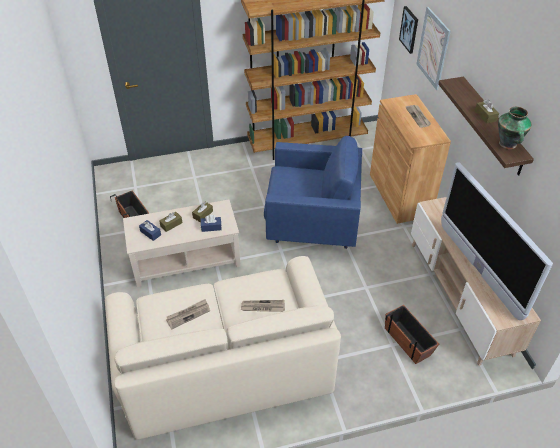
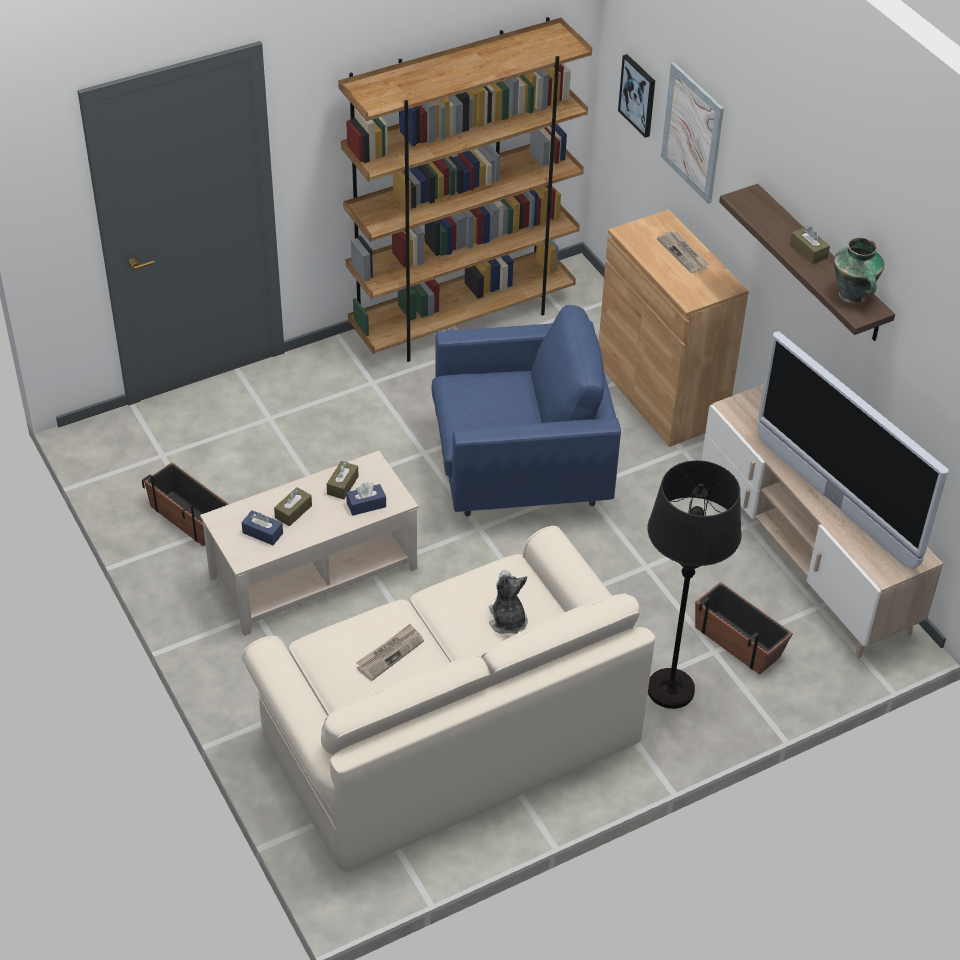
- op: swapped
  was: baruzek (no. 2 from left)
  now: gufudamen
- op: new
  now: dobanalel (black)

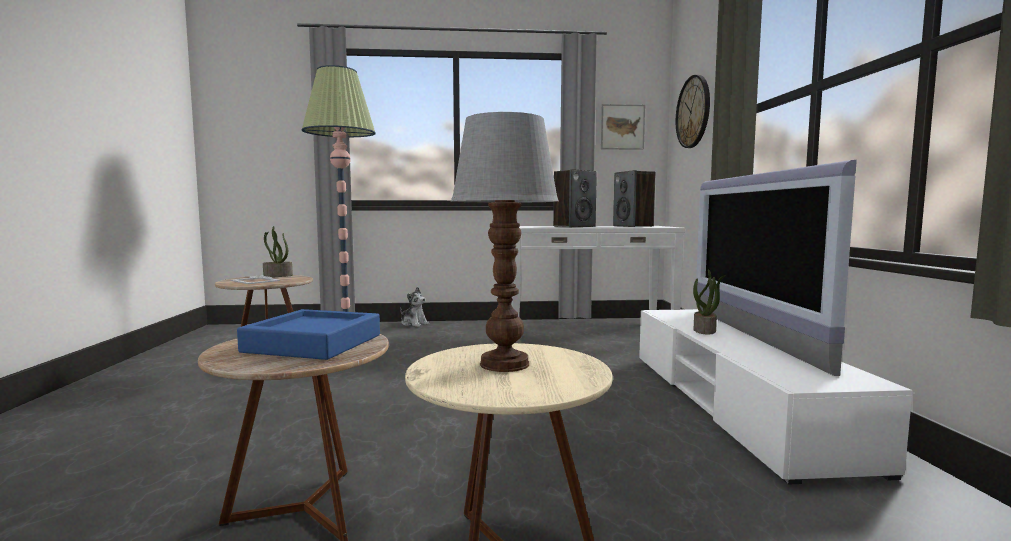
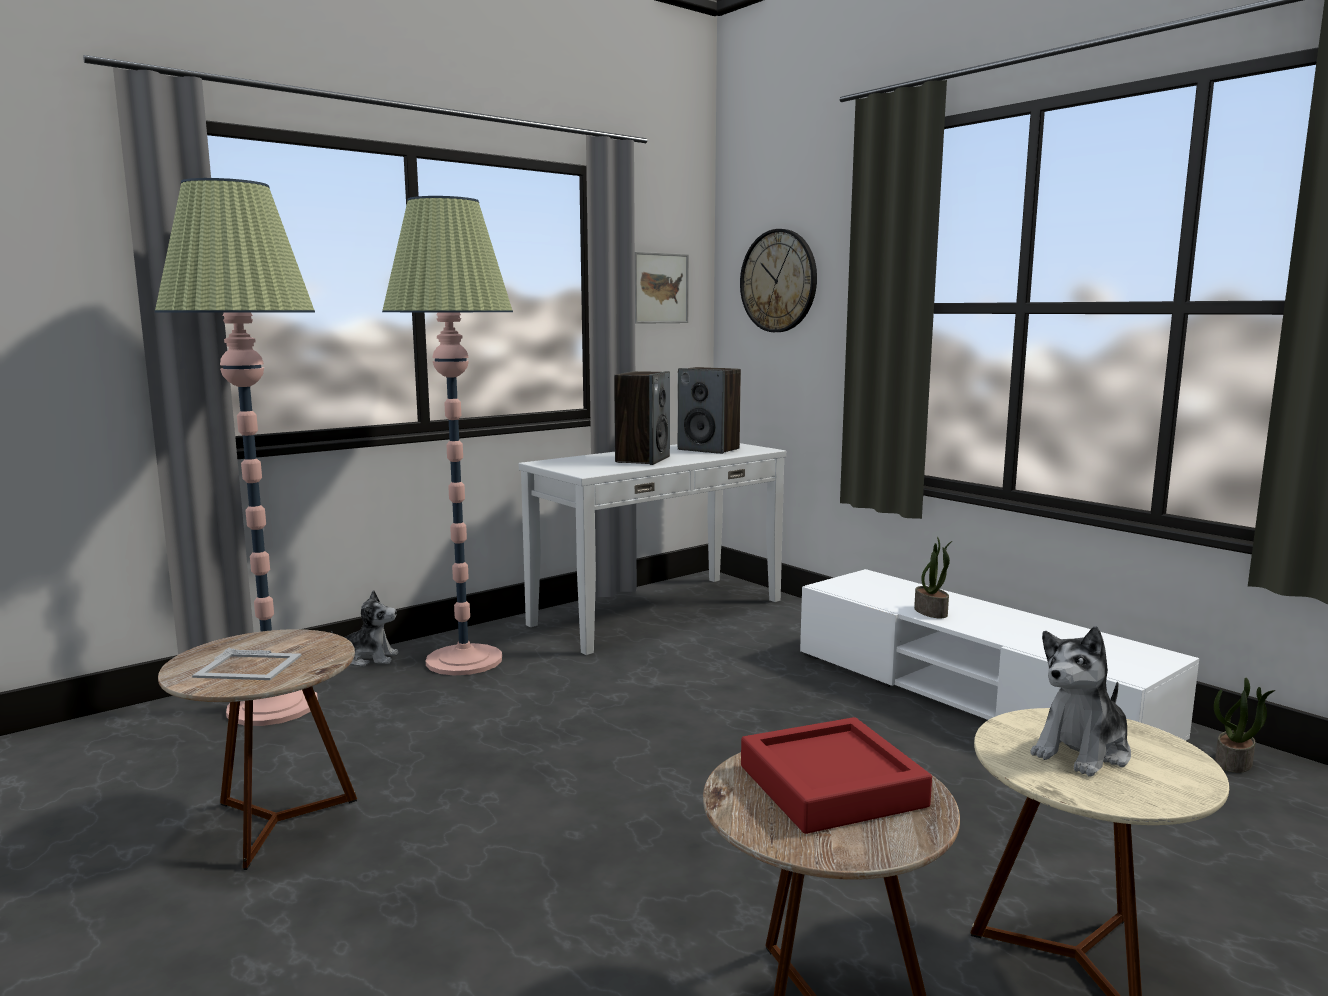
- op: repainted
  was: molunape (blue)
  now: molunape (red)
- op: shifted
  was: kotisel (no. 1 from left in the first image)
  now: kotisel (no. 2 from left)
- op: swapped
  was: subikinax
  now: gufudamen (no. 2 from left)
- op: gone
  was: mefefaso
- op: new
  now: dobanalel (no. 2 from left)

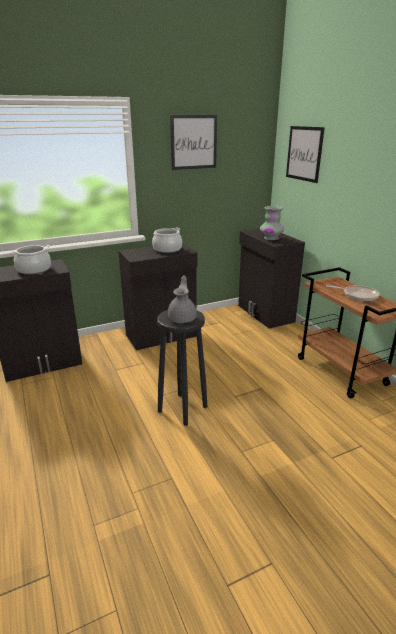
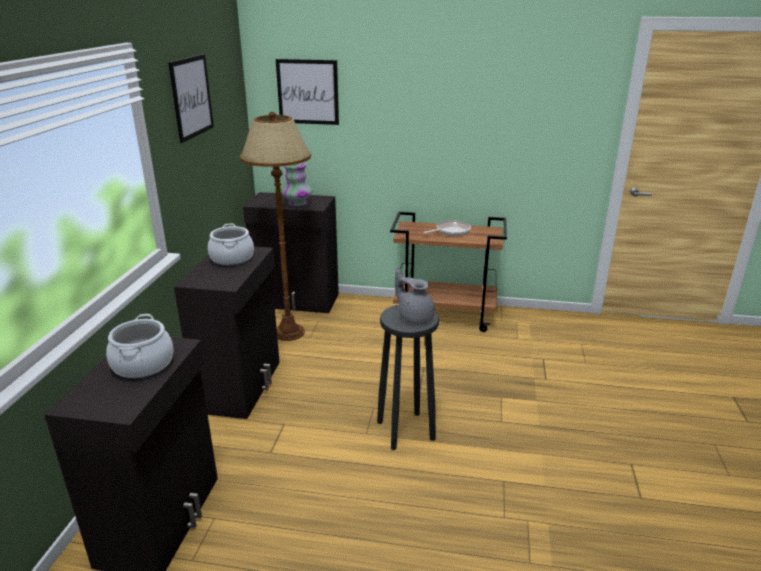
- op: new
  now: dobanalel (brown)

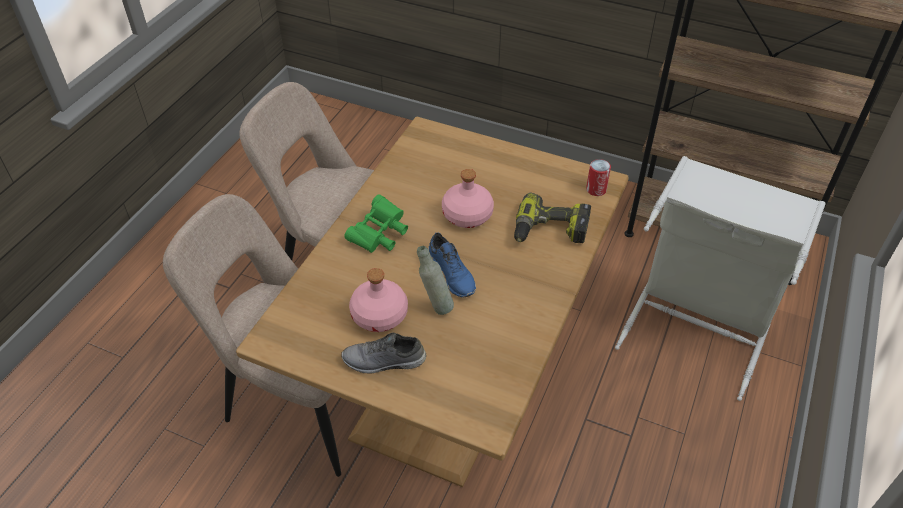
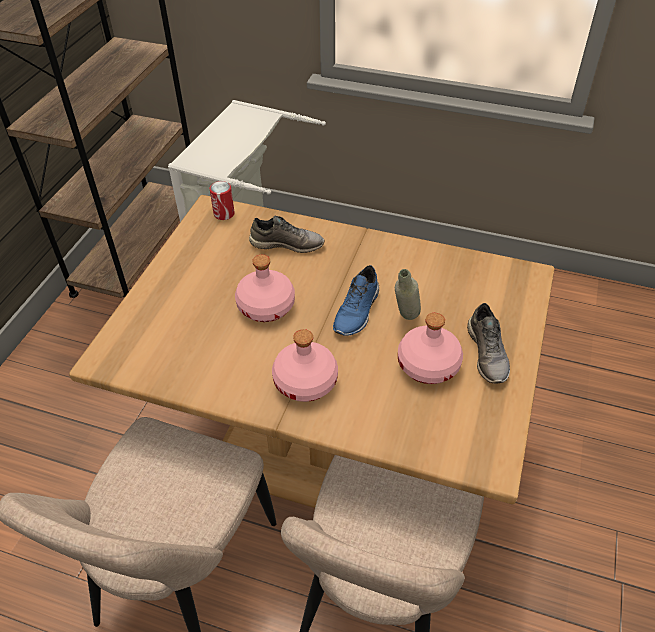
- op: swapped
  was: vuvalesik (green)
  now: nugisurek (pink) (no. 2 from left)
- op: rotated
  was: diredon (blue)
  clockwise: 150
- op: swapped
  was: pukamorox
  now: diredon (grey) (no. 1 from left)

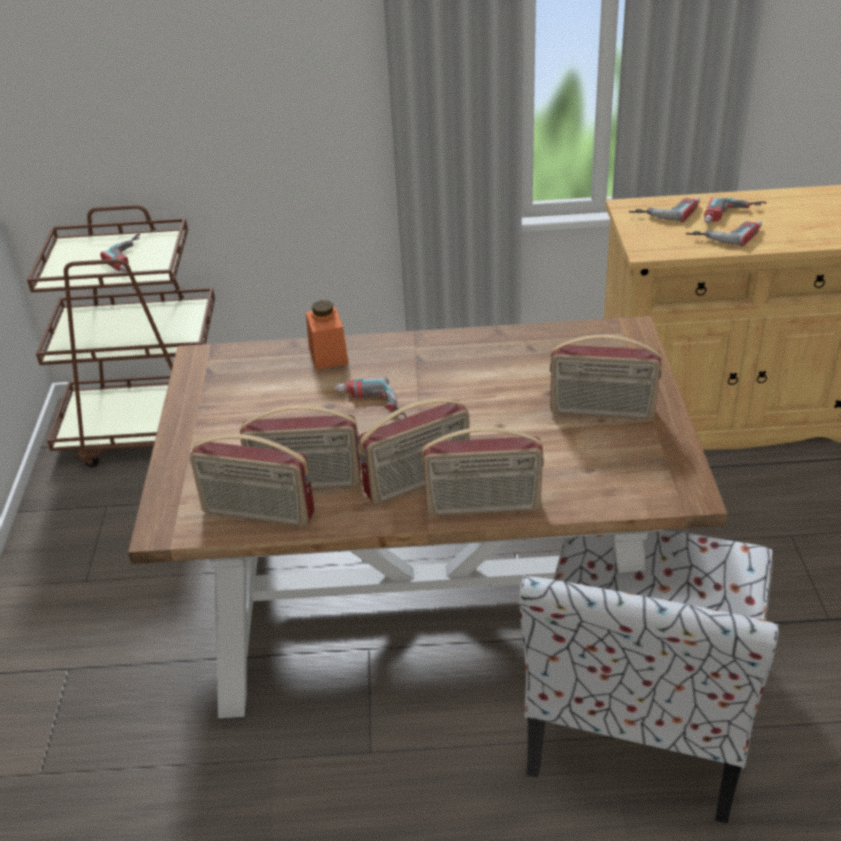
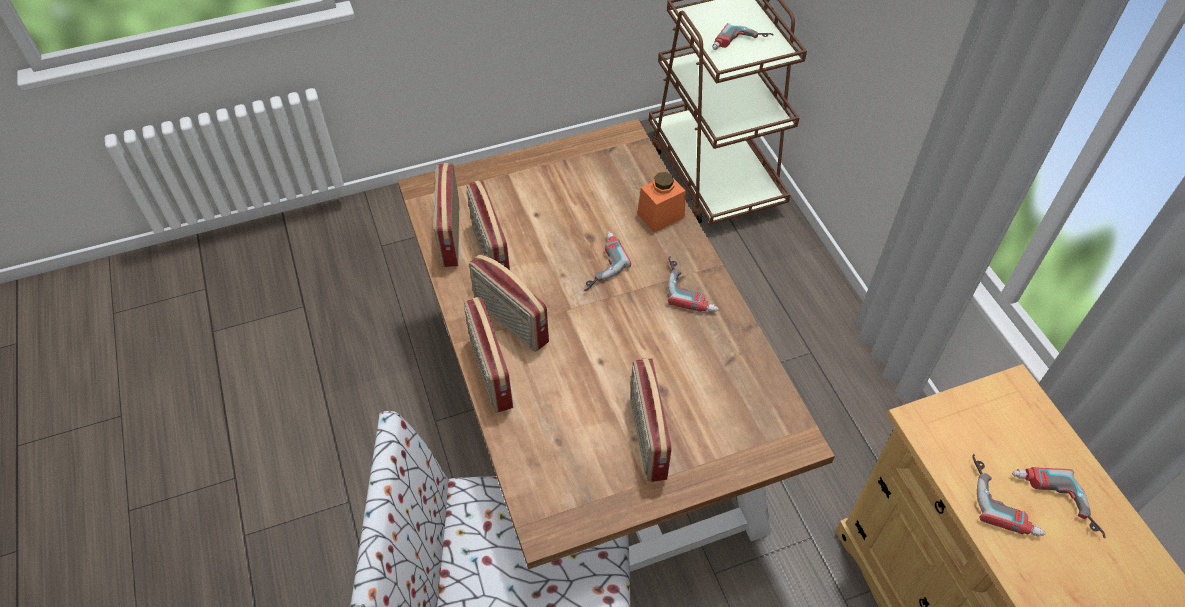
- op: shifted
  was: pukamorox (no. 3 from left in the first image)
  now: pukamorox (no. 2 from left)

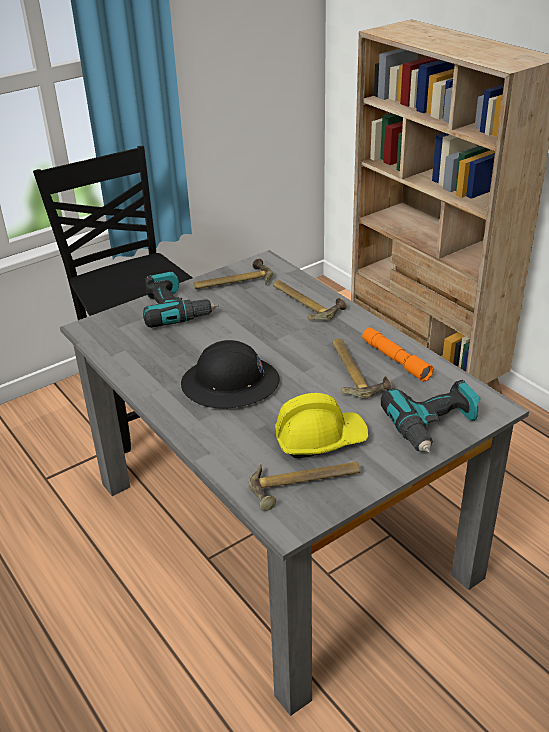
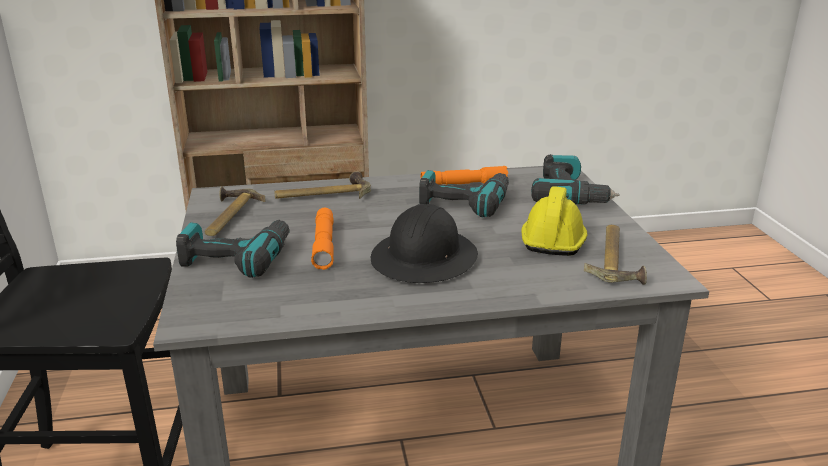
- op: swapped
  was: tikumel (no. 4 from left)
  now: pukamorox (no. 2 from left)
- op: new
  now: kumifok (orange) (no. 1 from left)

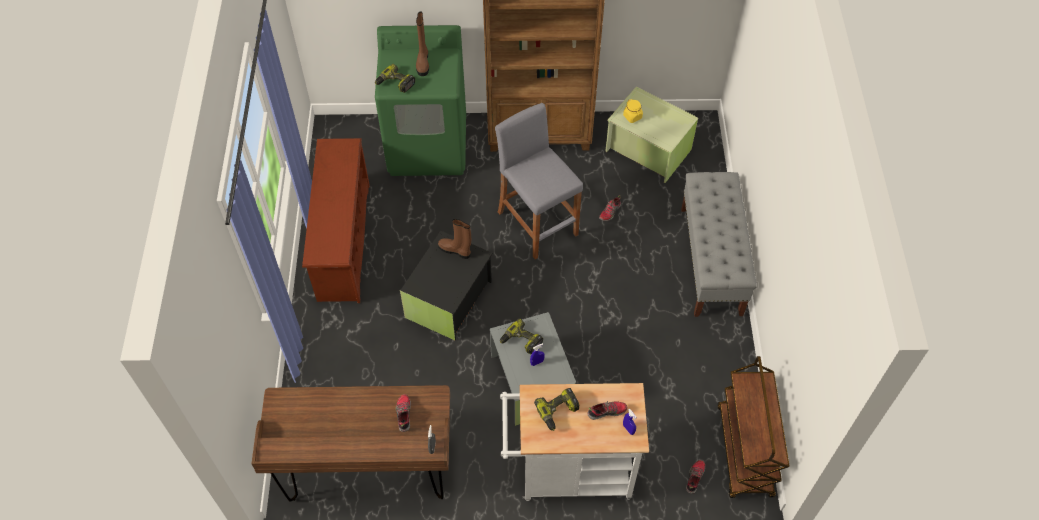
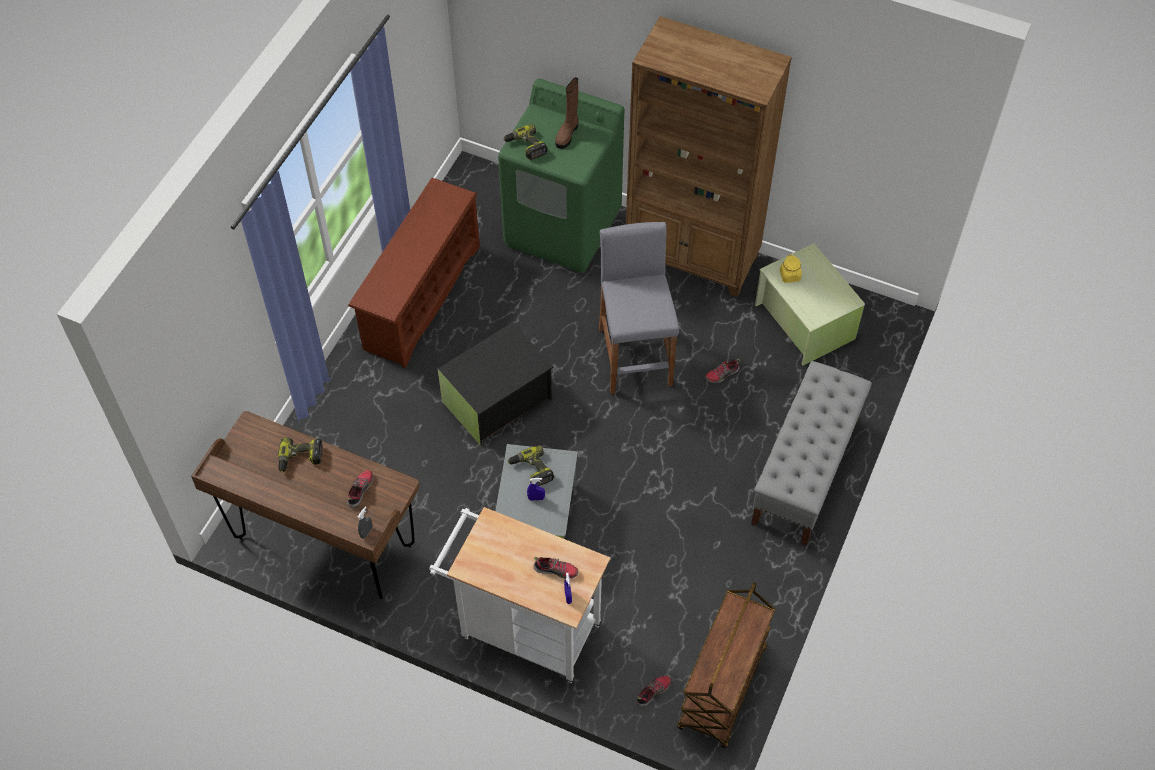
- op: gone
  was: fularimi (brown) (no. 2 from left)
- op: shifted
  was: pukamorox (no. 3 from left in the first image)
  now: pukamorox (no. 1 from left)

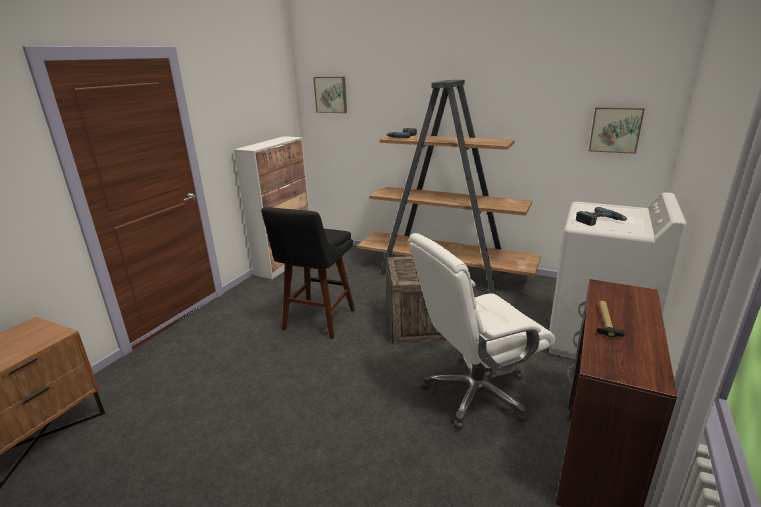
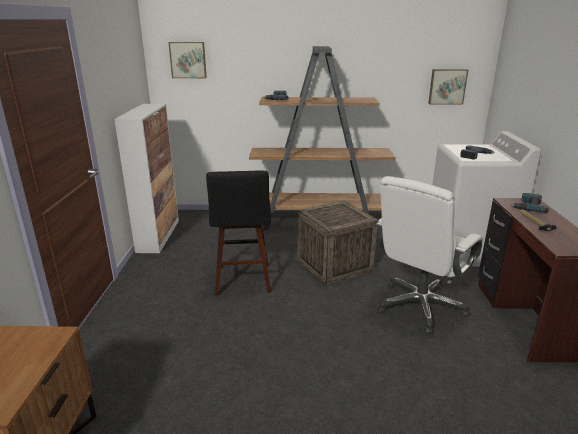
- op: new
  now: pukamorox (no. 3 from left)

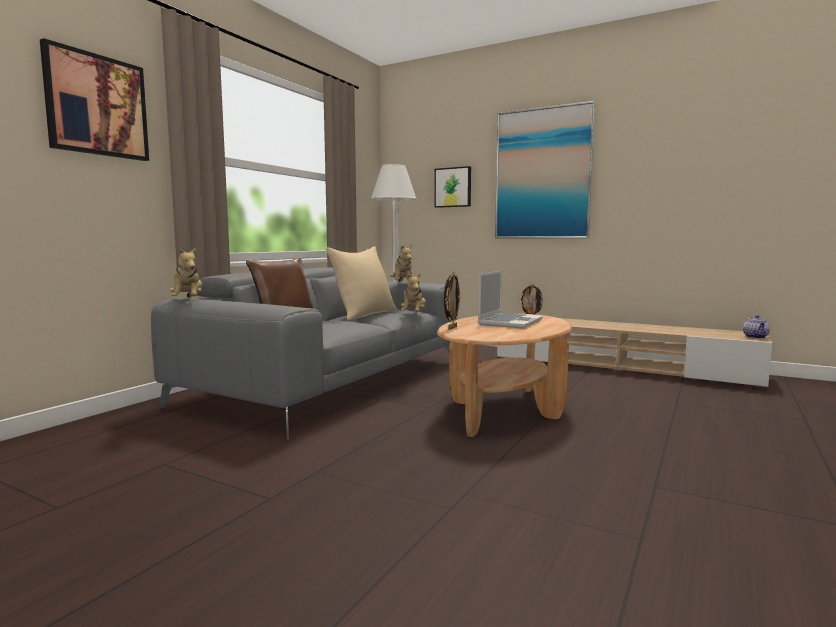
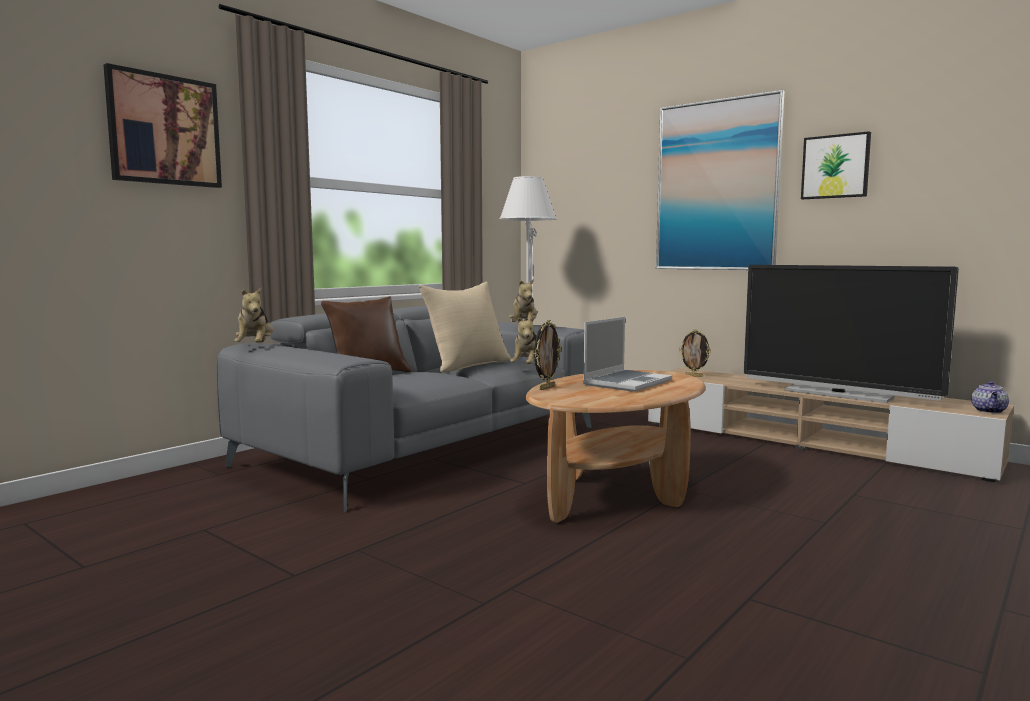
- op: shifted
  was: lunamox (no. 2 from left in the first image)
  now: lunamox (no. 3 from left)
- op: new
  now: mefefaso

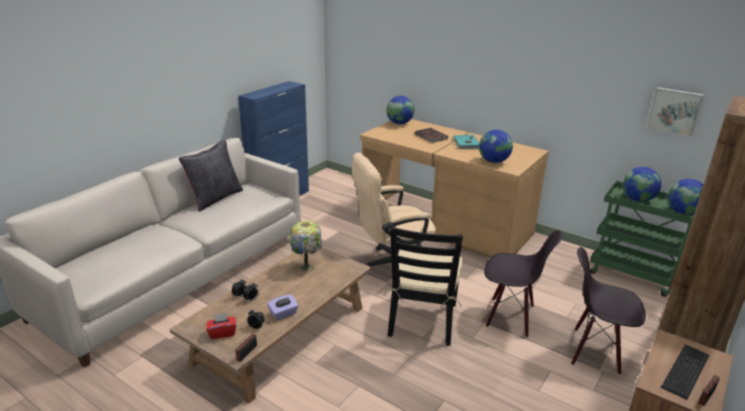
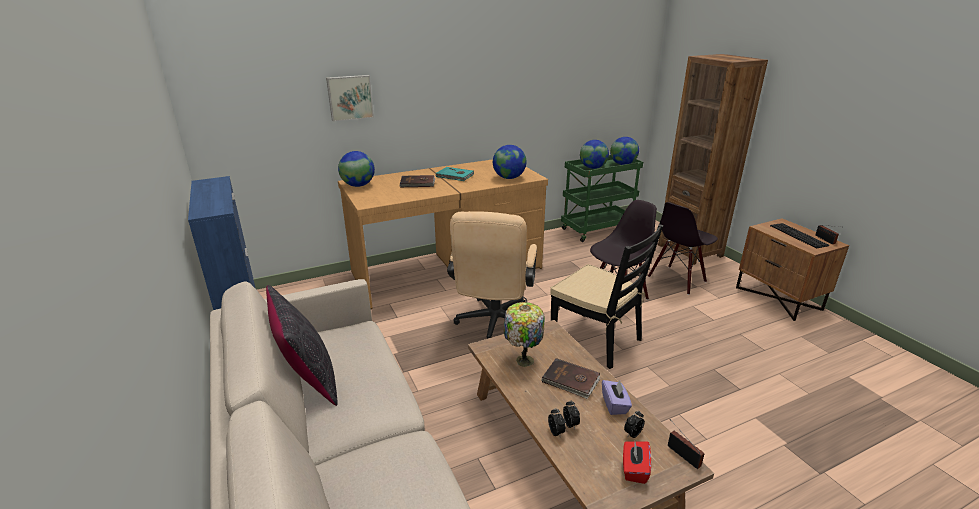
- op: shifted
  was: lunamox
- op: new
  now: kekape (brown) (no. 2 from left)

